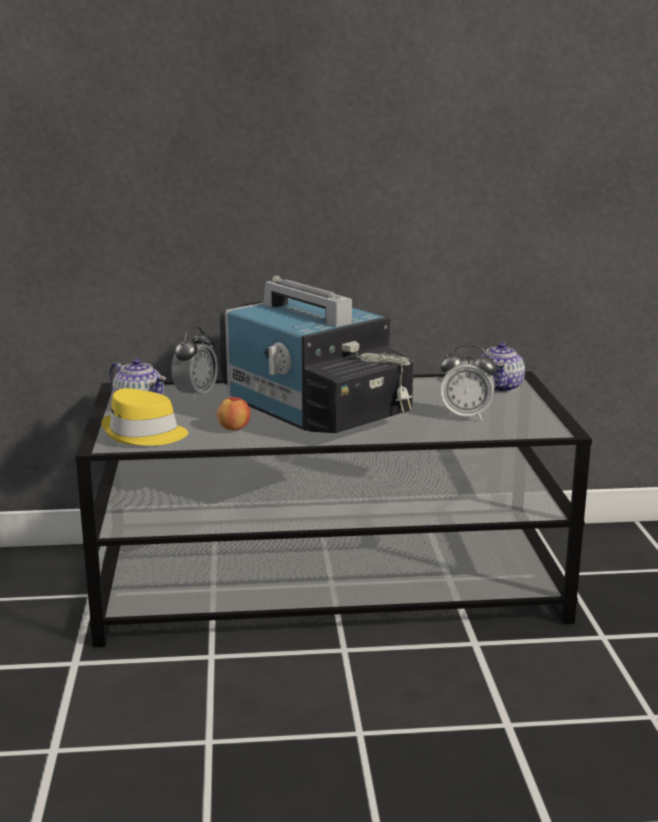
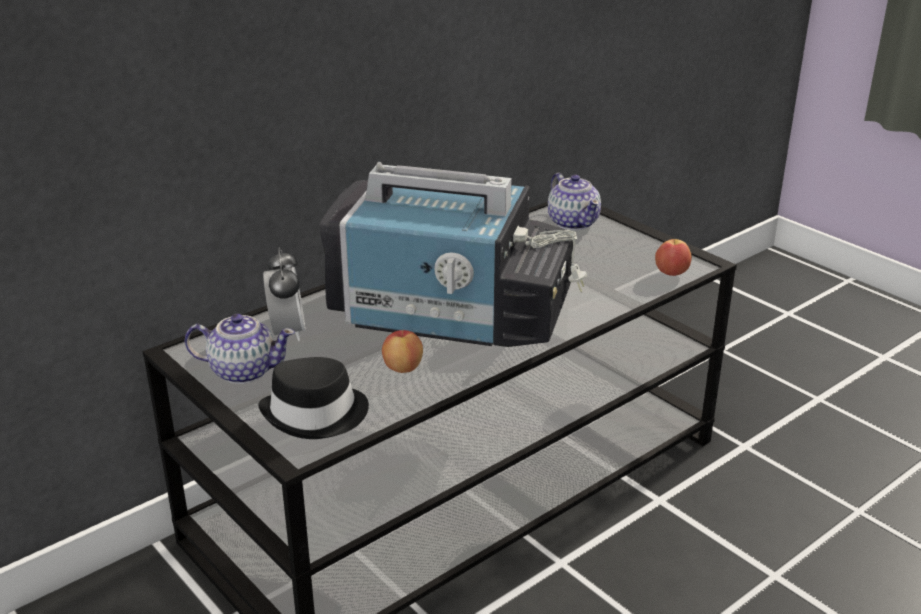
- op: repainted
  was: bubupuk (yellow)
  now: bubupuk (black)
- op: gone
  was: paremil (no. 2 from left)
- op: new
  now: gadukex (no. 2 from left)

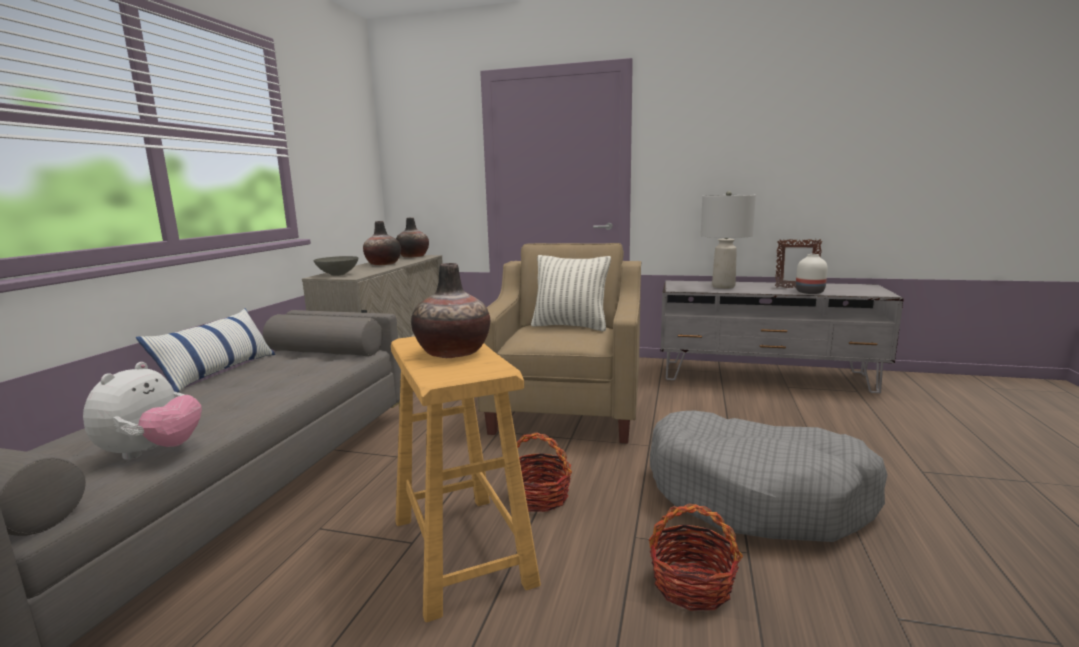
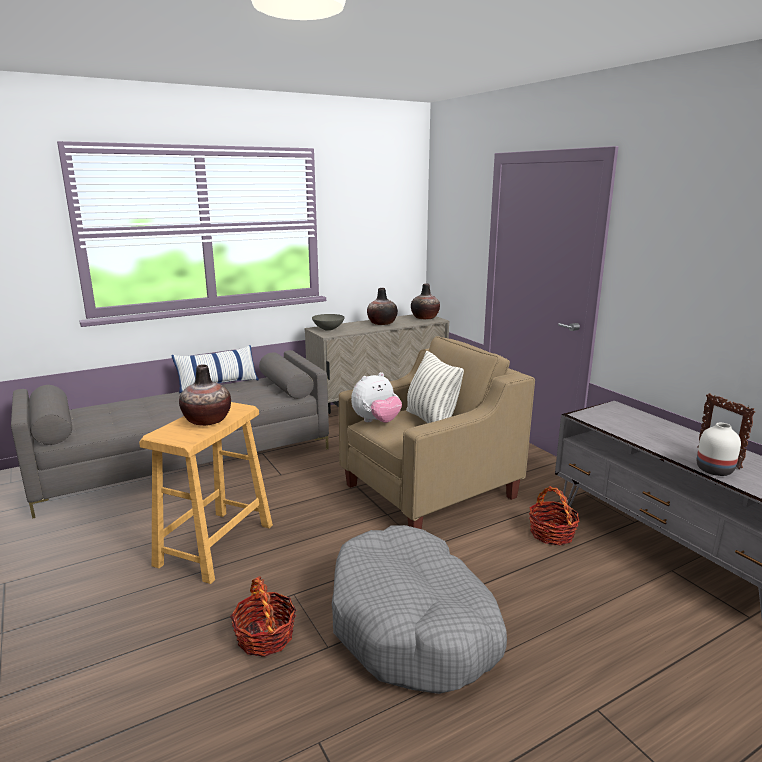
- op: shifted
  was: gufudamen
- op: shifted
  was: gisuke (no. 1 from left in the first image)
  now: gisuke (no. 2 from left)
- op: gone
  was: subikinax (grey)

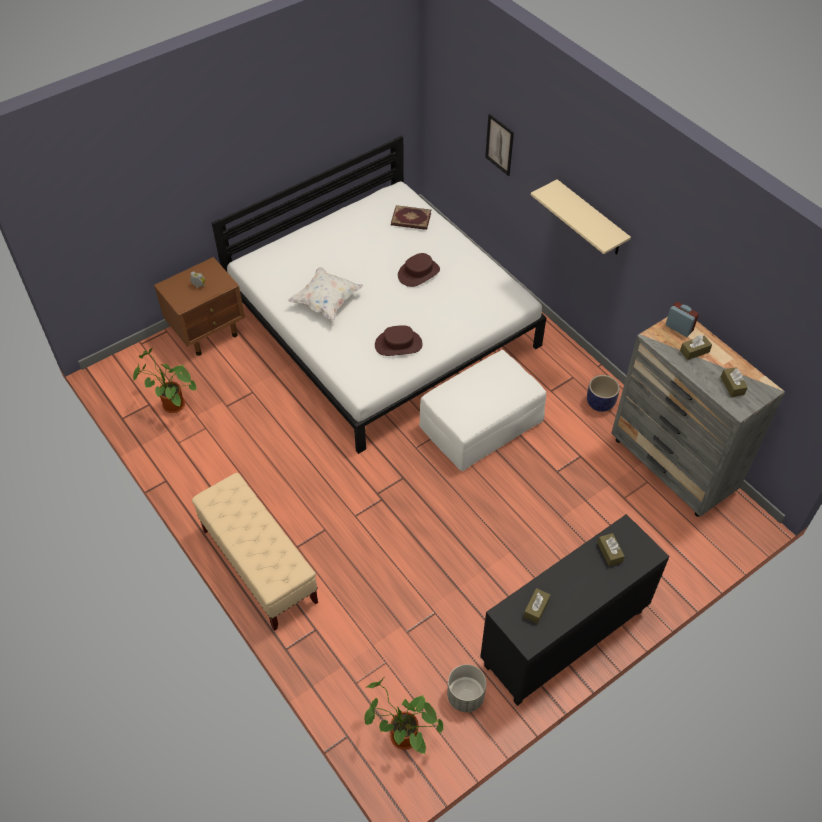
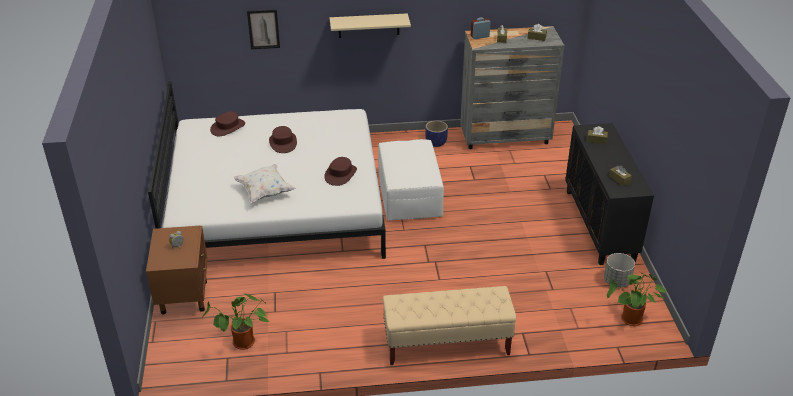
- op: swapped
  was: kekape
  now: bubupuk (brown) (no. 1 from left)

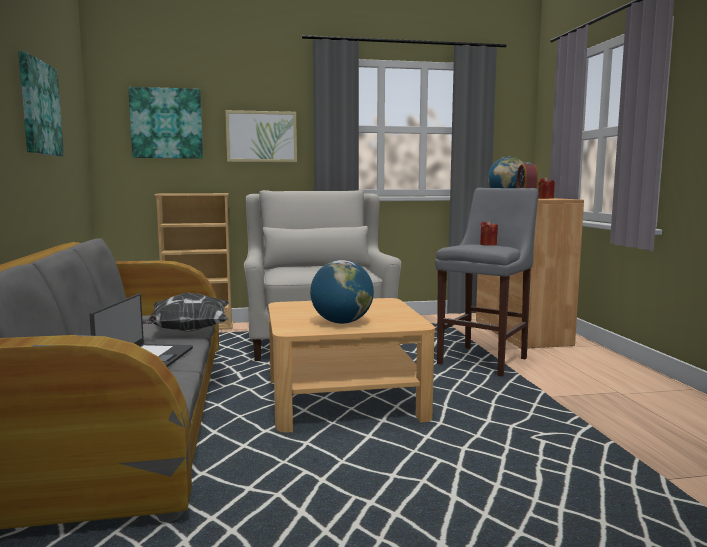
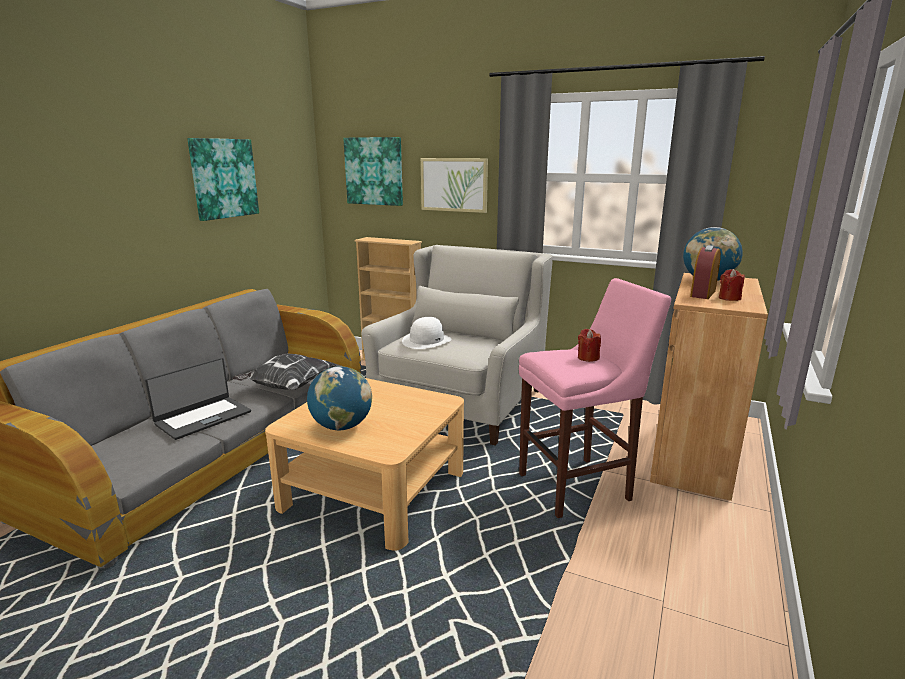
- op: repainted
  was: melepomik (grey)
  now: melepomik (pink)
- op: new
  now: bubupuk (white)

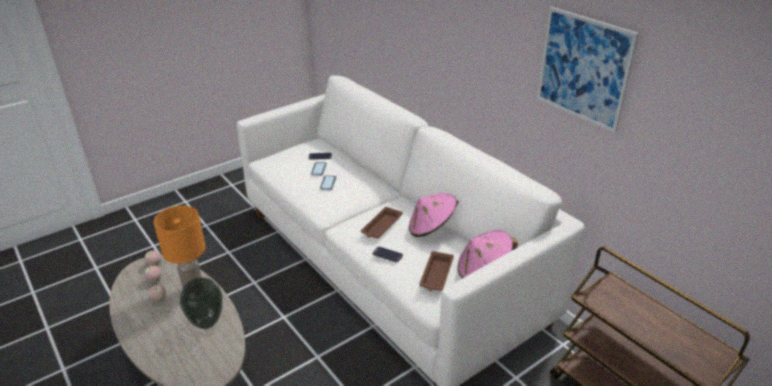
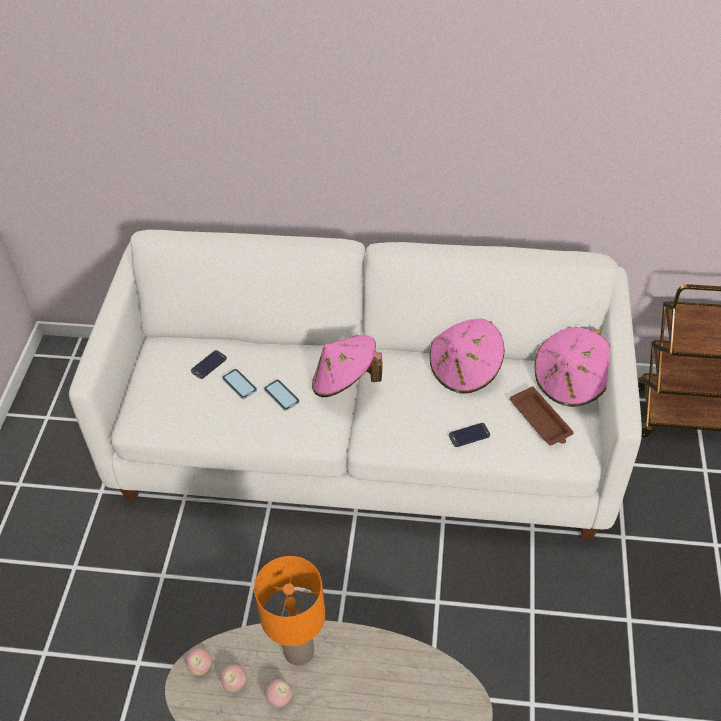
- op: gone
  was: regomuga
- op: gone
  was: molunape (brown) (no. 1 from left)
- op: gone
  was: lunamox
- op: new
  now: bubupuk (pink) (no. 1 from left)

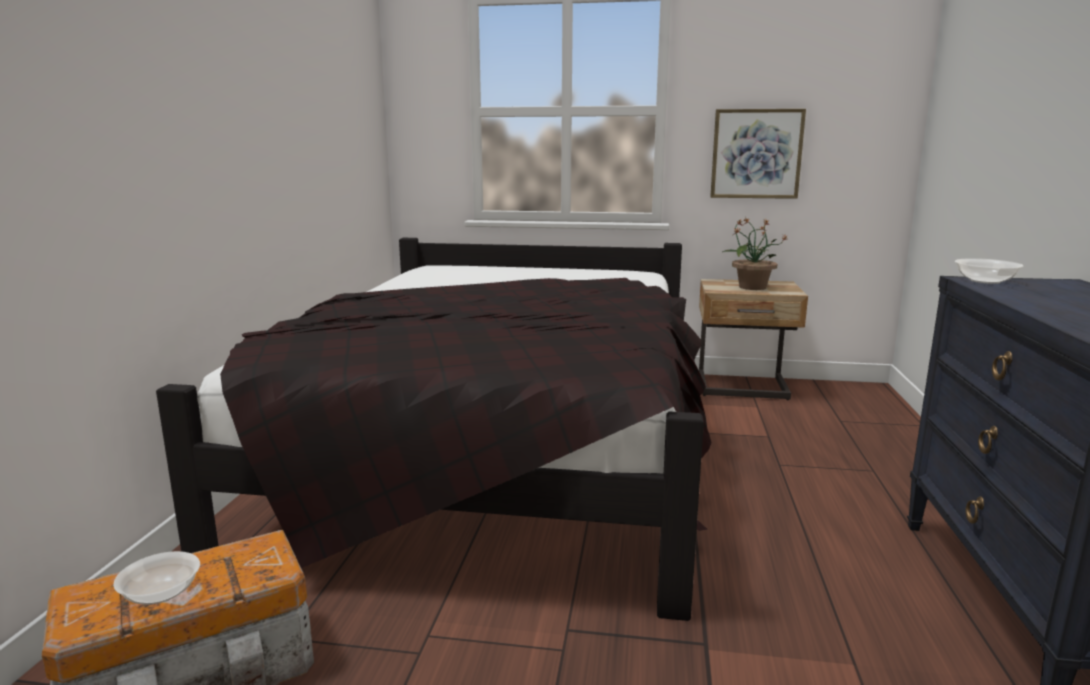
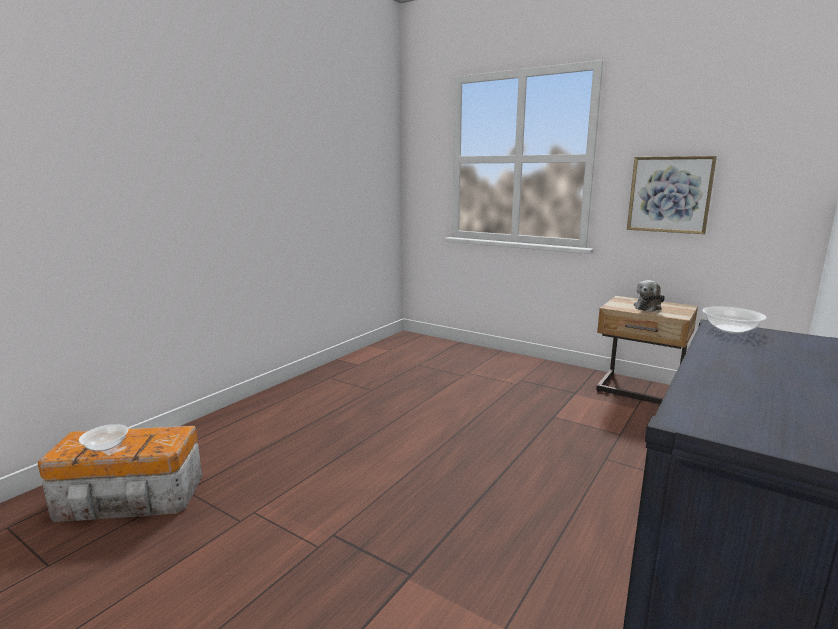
- op: gone
  was: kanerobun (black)
- op: swapped
  was: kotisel
  now: gufudamen

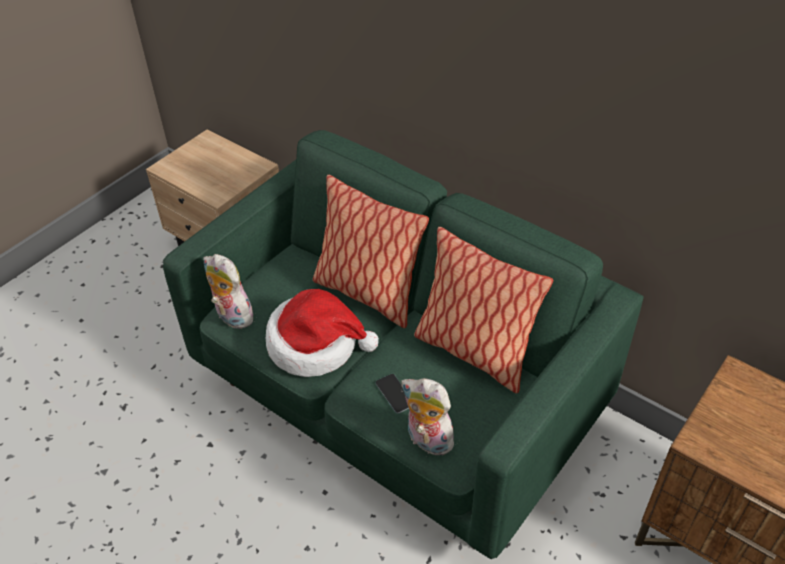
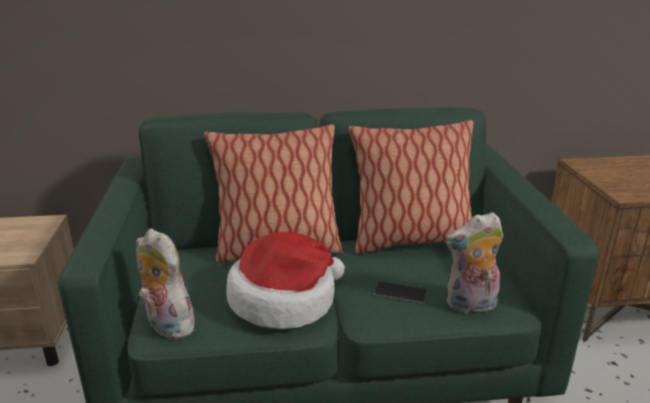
- op: rotated
  was: gufudamen (no. 1 from left)
  clockwise: 45

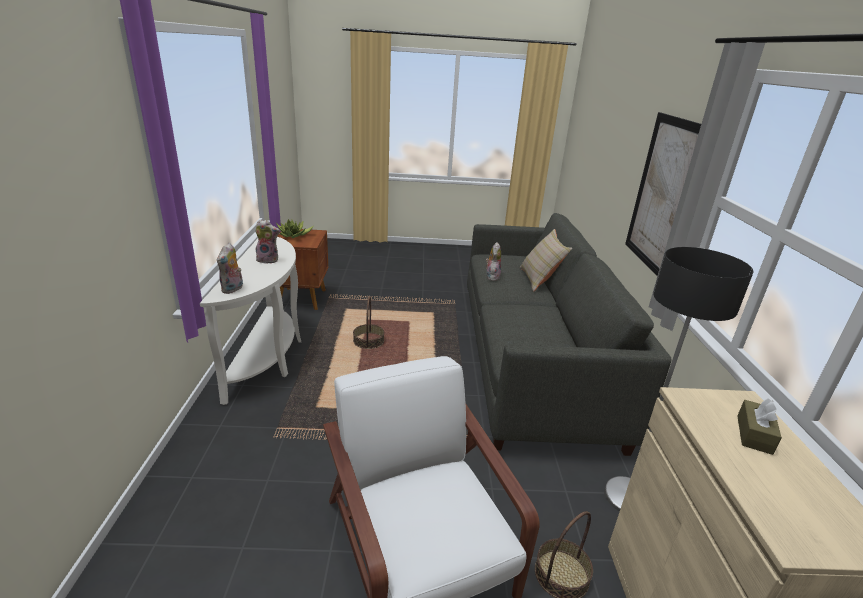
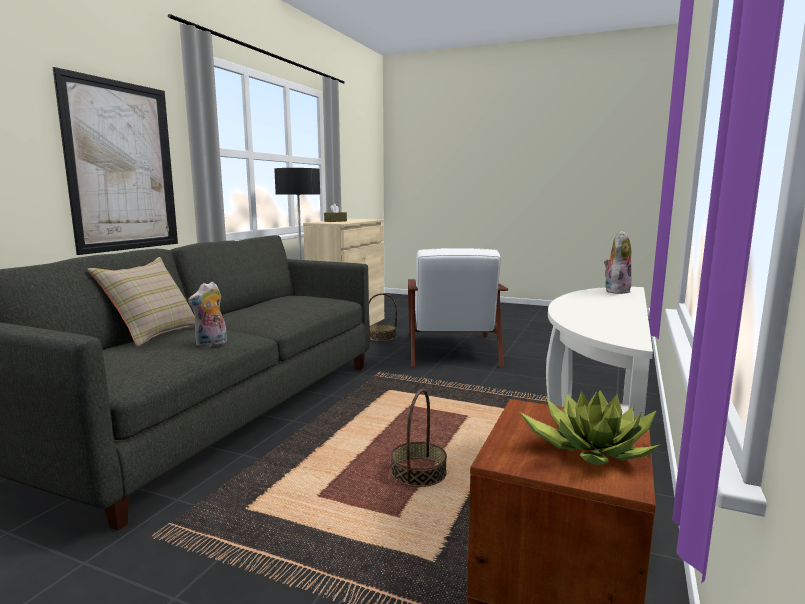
- op: gone
  was: gufudamen (no. 2 from left)

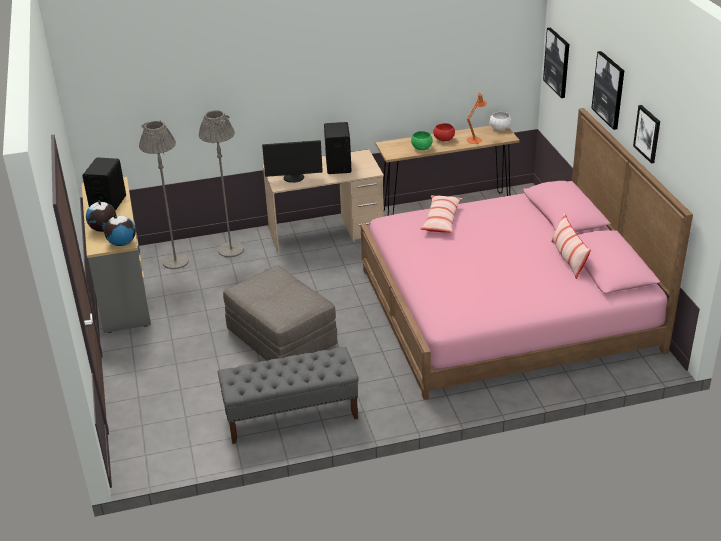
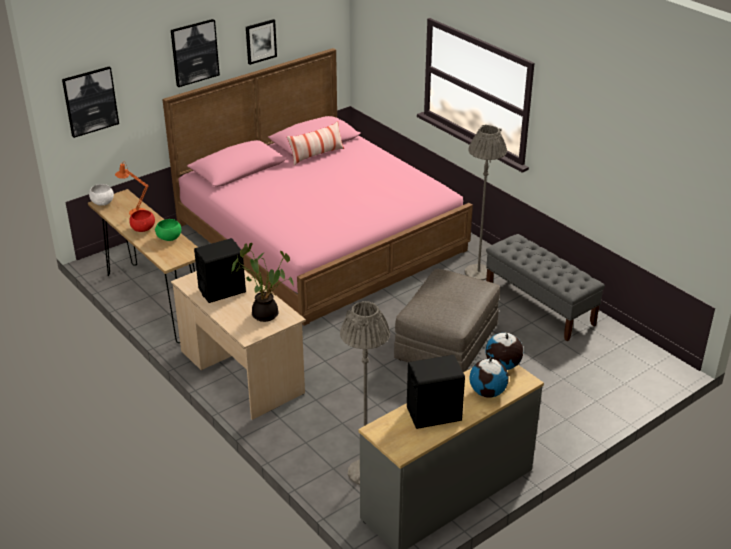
- op: shifted
  was: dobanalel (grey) (no. 2 from left)
- op: swapped
  was: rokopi
  now: kotisel
- op: gone
  was: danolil (no. 1 from left)

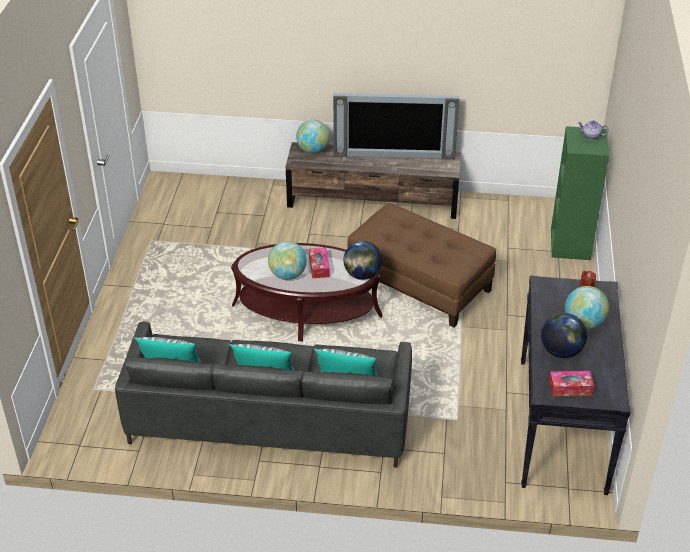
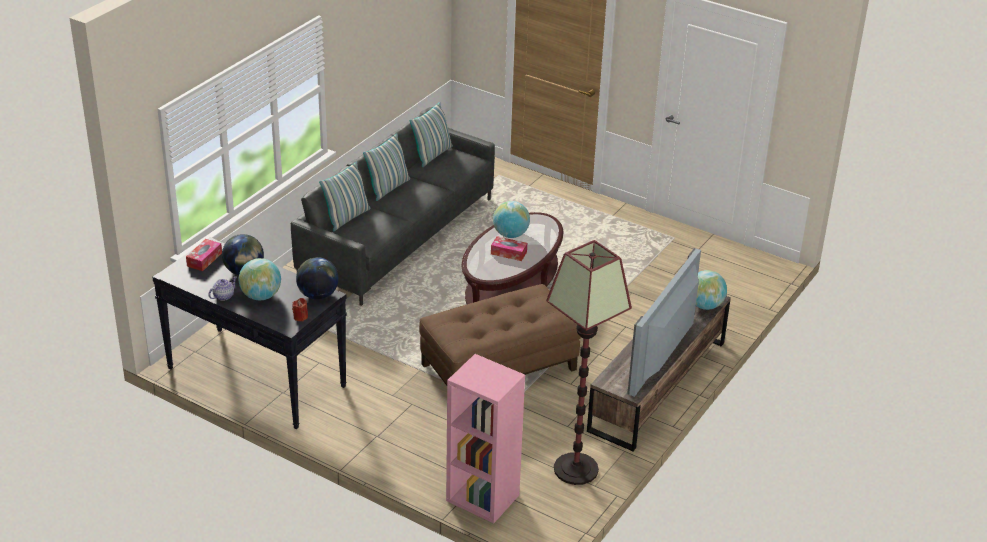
- op: shifted
  was: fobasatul (no. 3 from left)
- op: repainted
  was: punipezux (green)
  now: punipezux (pink)
- op: shifted
  was: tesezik
- op: new
  now: dobanalel

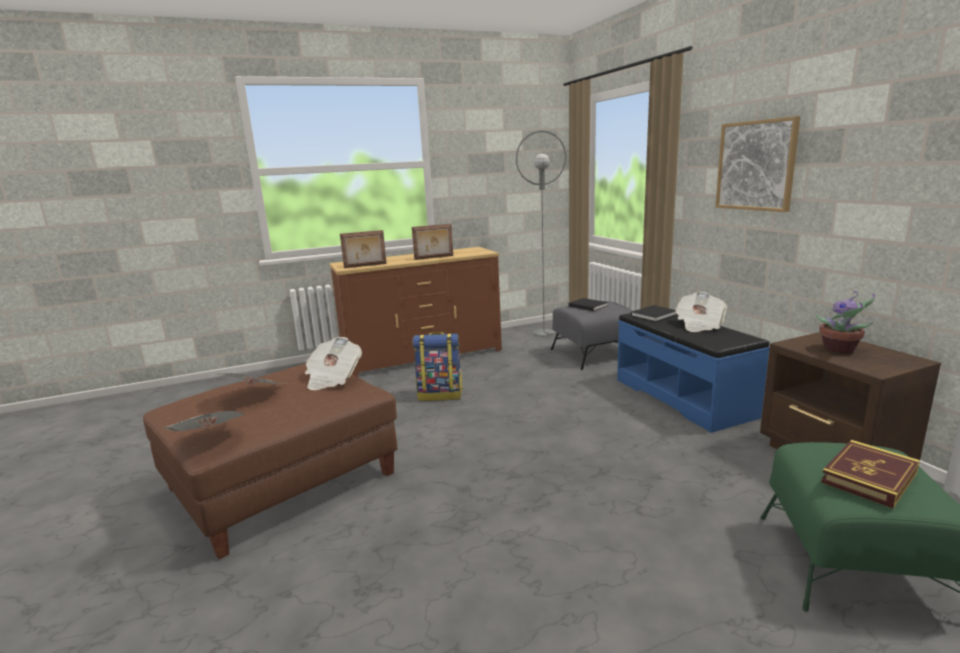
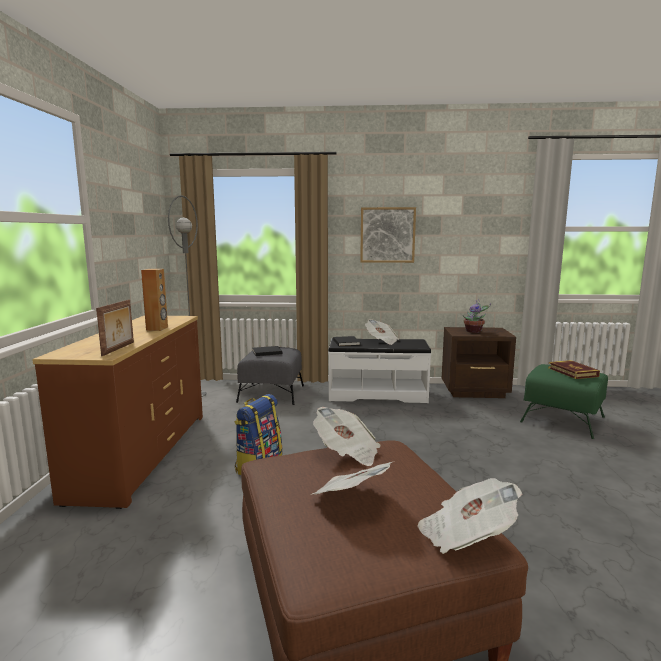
- op: swapped
  was: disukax (no. 2 from left)
  now: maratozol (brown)
- op: repainted
  was: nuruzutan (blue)
  now: nuruzutan (white)

